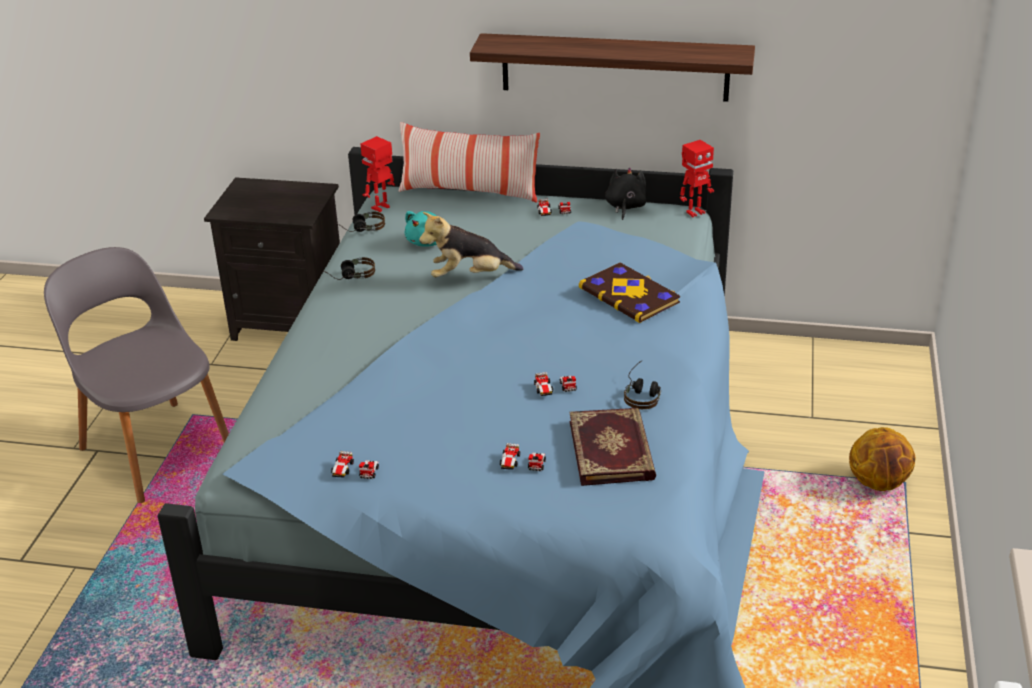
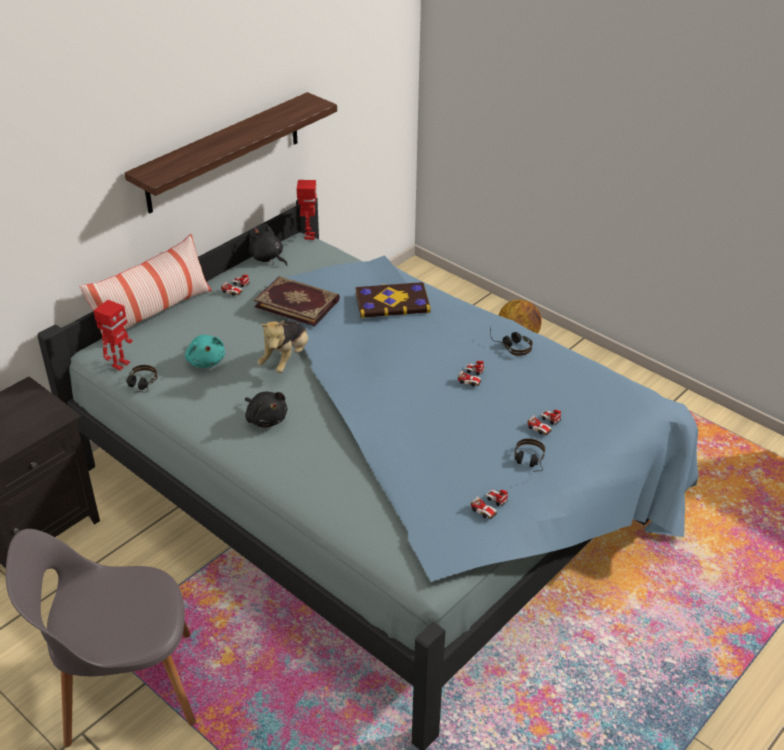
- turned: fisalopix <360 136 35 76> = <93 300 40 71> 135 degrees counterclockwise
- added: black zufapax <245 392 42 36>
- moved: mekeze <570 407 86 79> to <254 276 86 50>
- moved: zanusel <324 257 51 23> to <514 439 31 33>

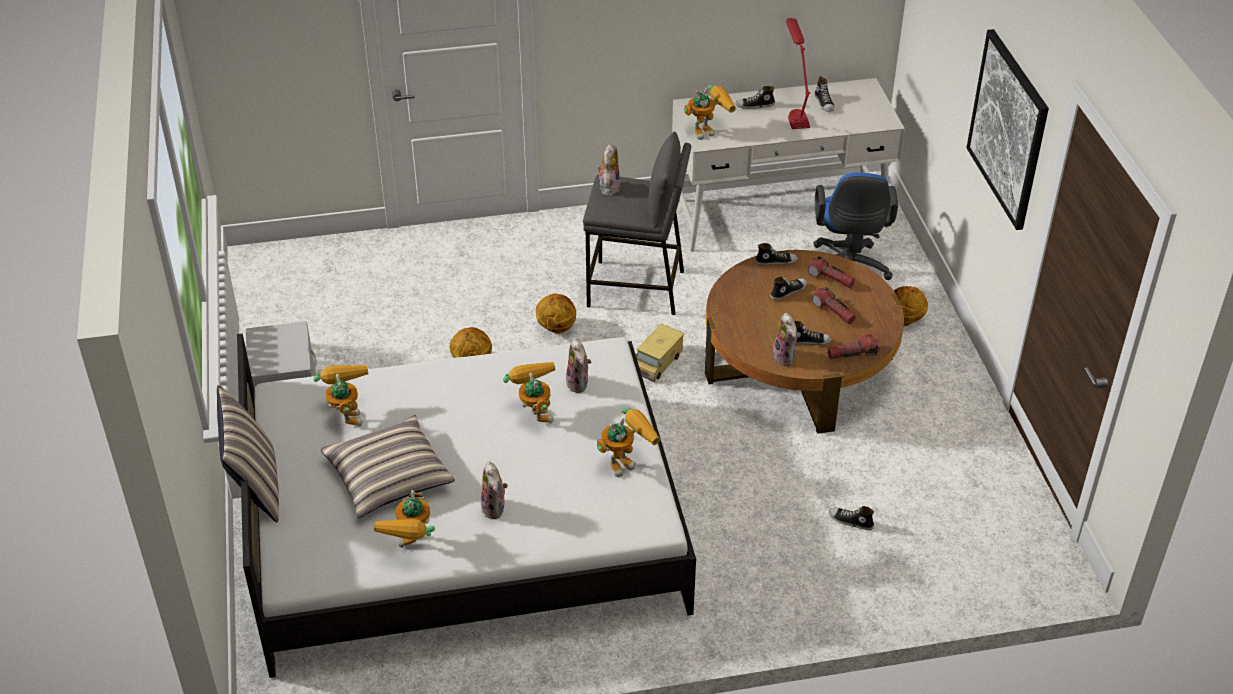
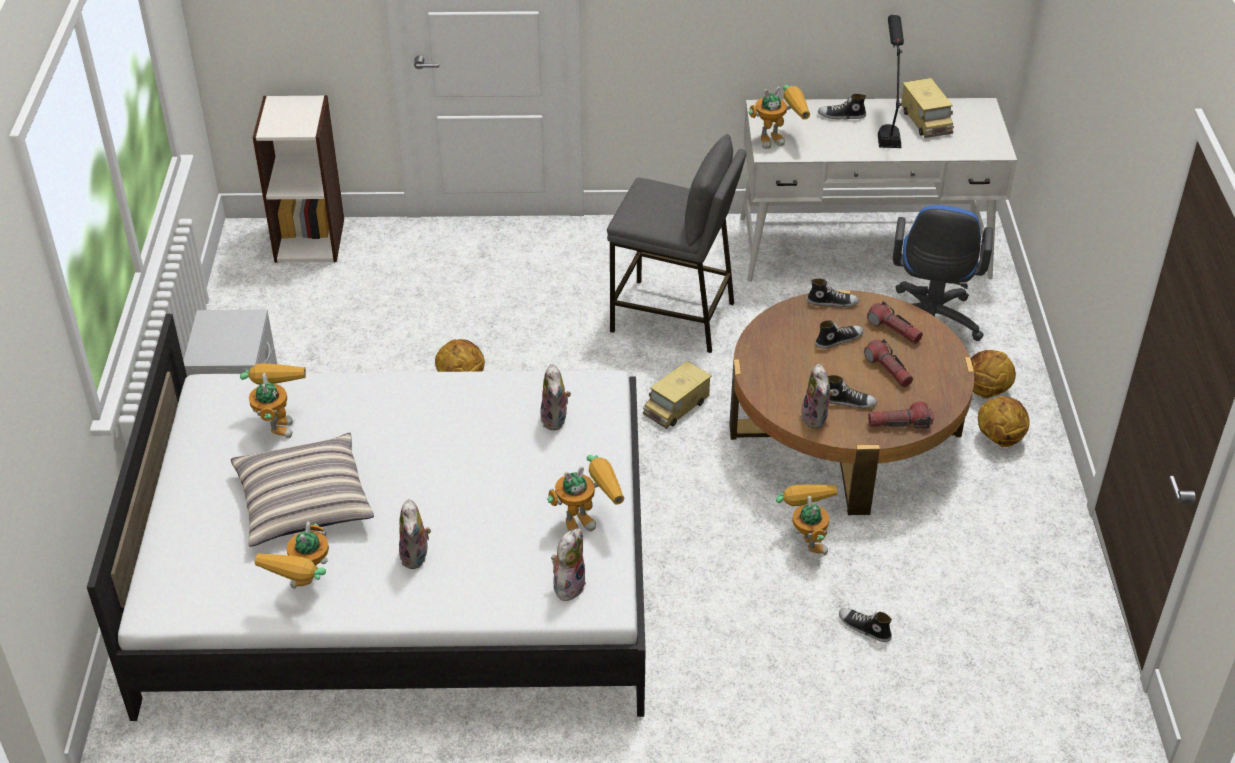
- added: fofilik <253 95 91 168>
- moved: zufapax <597 144 23 52> to <551 529 35 72>
- moved: fisalopix <503 362 52 61> to <776 485 61 70>
- recoloured: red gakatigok <786 18 24 111> to black gakatigok <878 15 26 133>
- replaced: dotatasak <815 76 19 36> to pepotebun <901 78 53 60>
- moved: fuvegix <536 294 40 40> to <978 396 51 51>
- removed: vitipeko <217 385 62 137>
- removed: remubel <966 29 83 201>

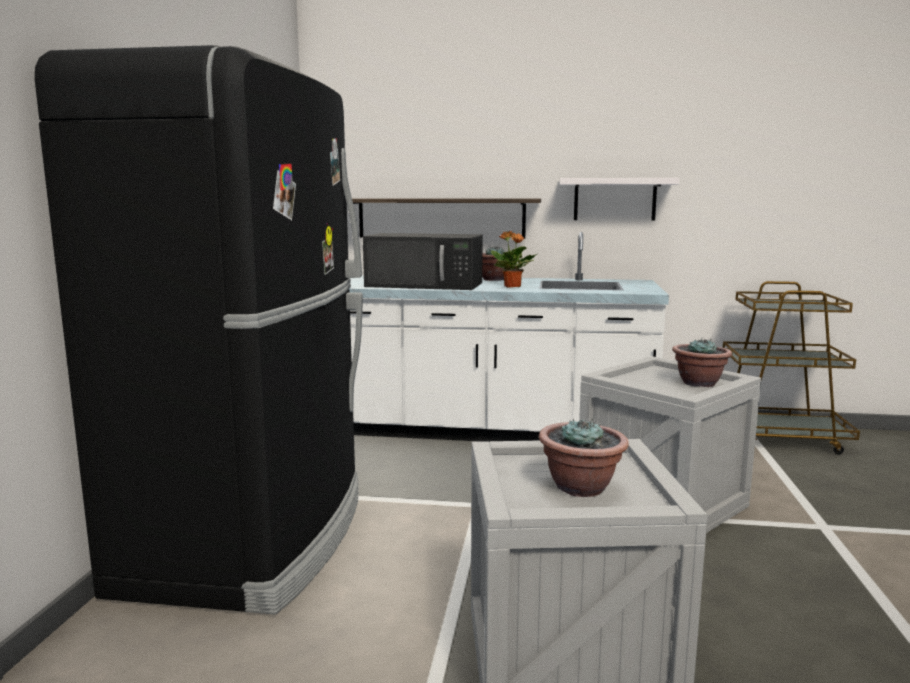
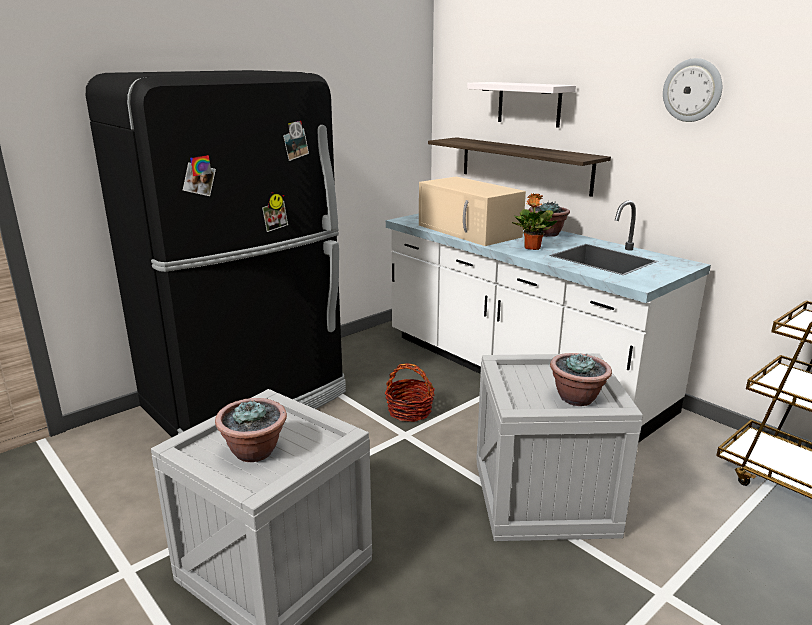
- added: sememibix <385 363 50 59>
- recoloured: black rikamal <363 233 120 57> to beige rikamal <419 177 107 69>
- moved: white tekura <560 178 120 43> to <467 82 109 46>
- added: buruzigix <663 58 59 64>

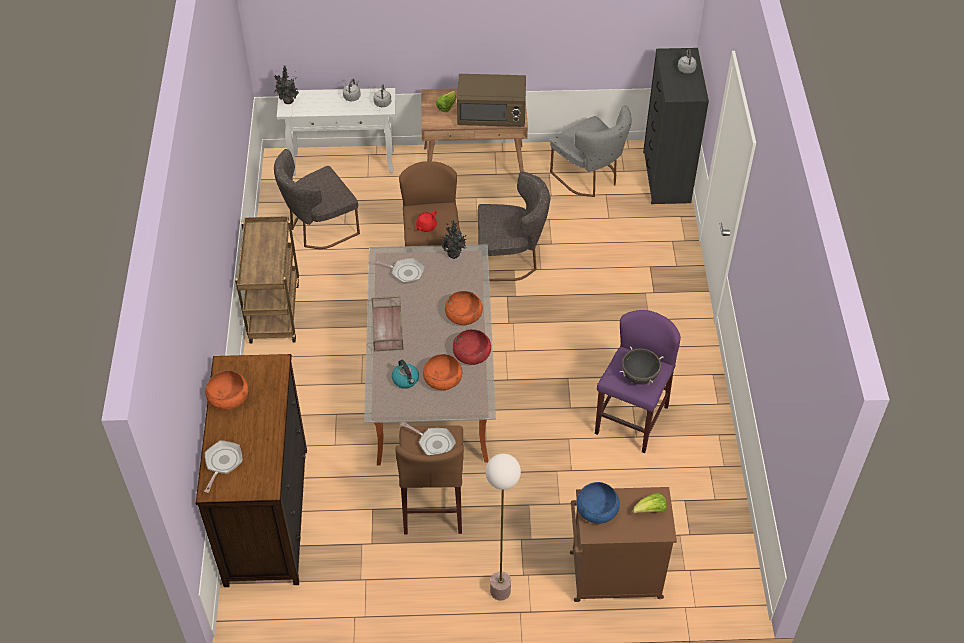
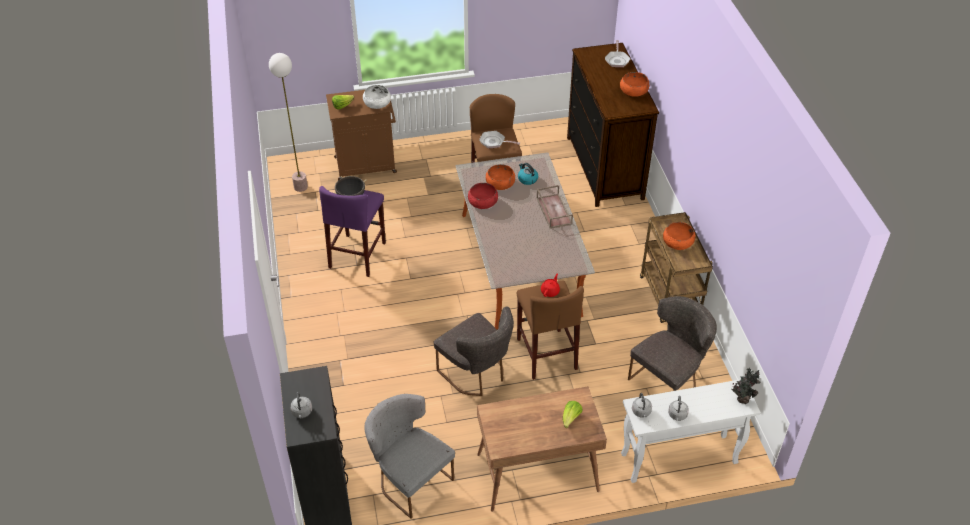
- moved: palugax <486 454 35 147> to <269 53 39 139>
- recoloured: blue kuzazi <576 482 44 42> to white kuzazi <363 85 28 24>
- turned: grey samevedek <478 171 73 110> = <433 307 81 89> 120 degrees counterclockwise
- moved: orange kuzazi <445 291 38 34> to <663 222 32 28>
- removed: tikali <372 258 52 26>
- removed: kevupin <441 219 25 40>
- removed: brown rikamal <457 74 69 53>

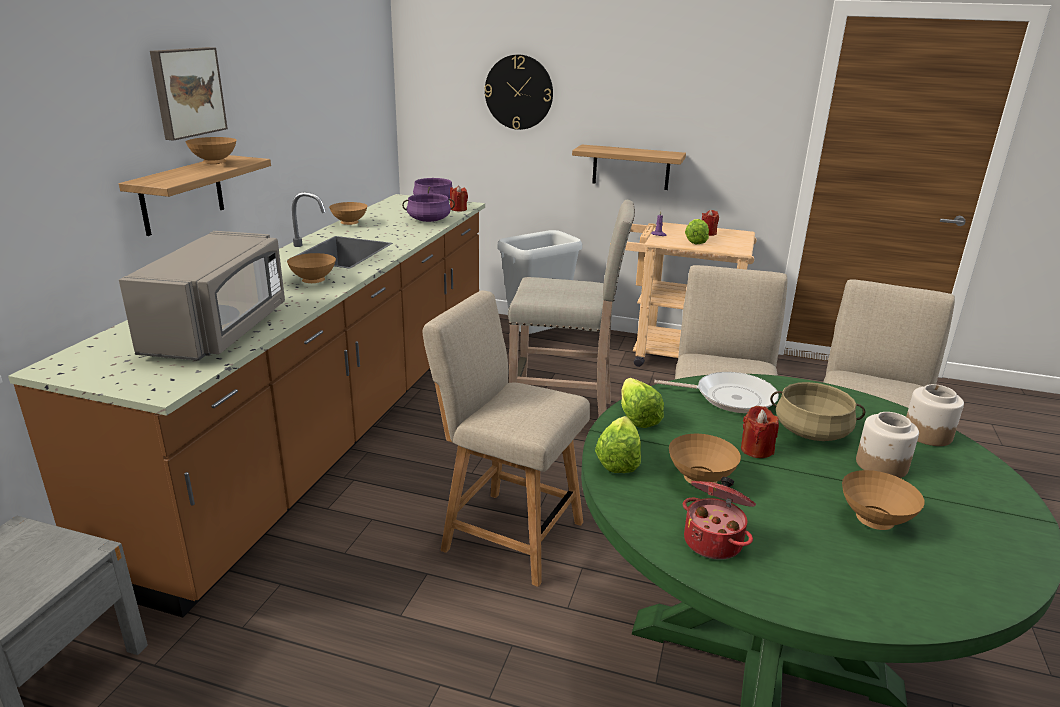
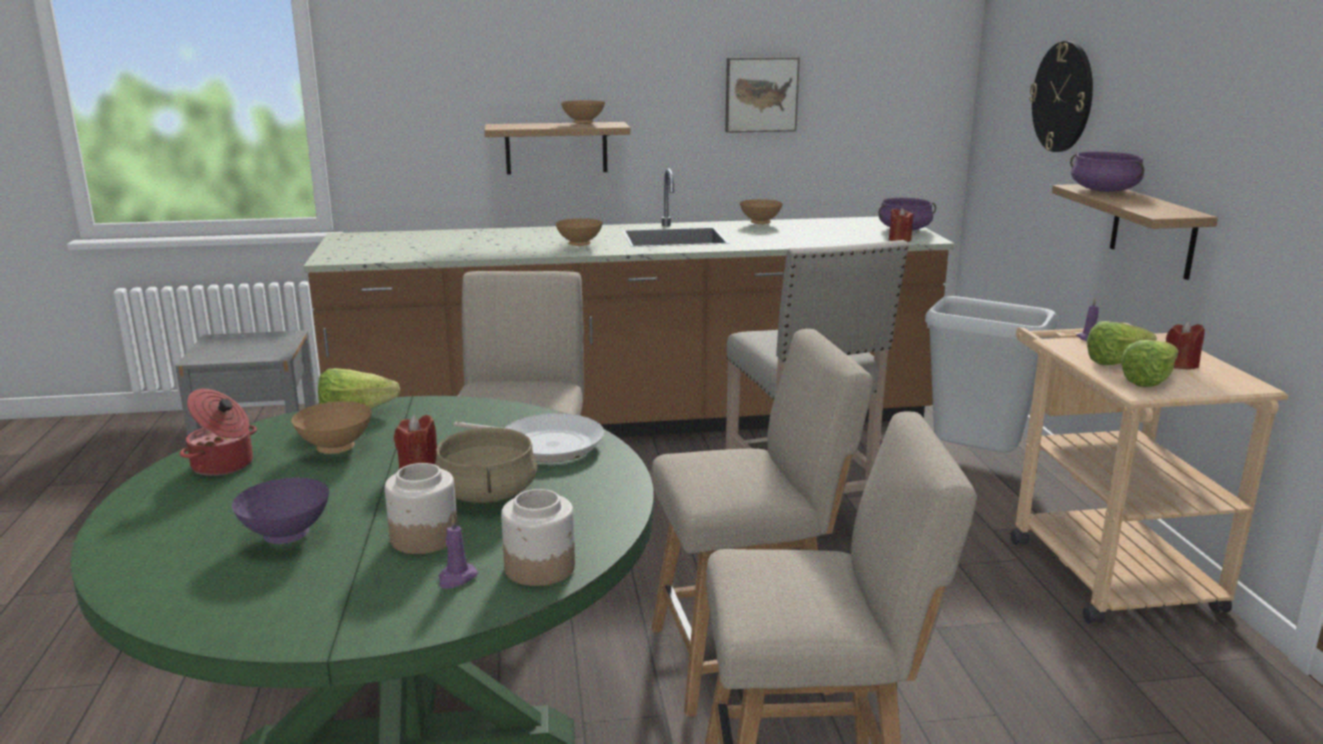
- recoloured: brown kuzazi <842 470 83 60> to purple kuzazi <232 478 97 66>
- added: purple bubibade <439 516 39 73>
- turned: tikali <654 372 125 41> = <453 413 151 49> 60 degrees counterclockwise
- moved: remubel <150 47 78 94> to <725 57 75 76>
- moved: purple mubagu <402 193 53 29> to <1070 152 74 40>
- moved: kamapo <621 378 43 50> to <1120 340 59 47>
- removed: grey rikamal <119 231 166 130>

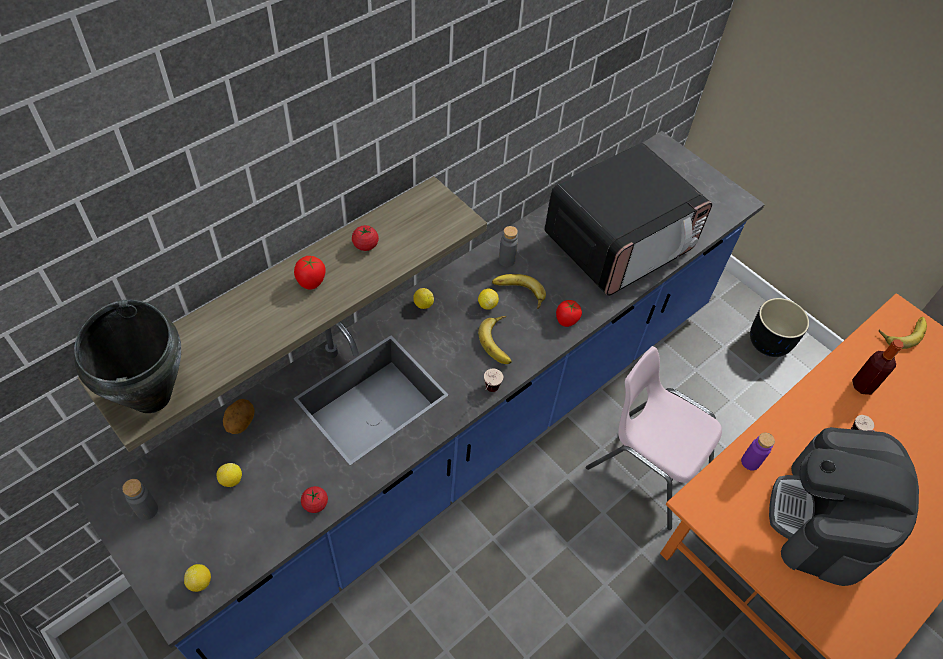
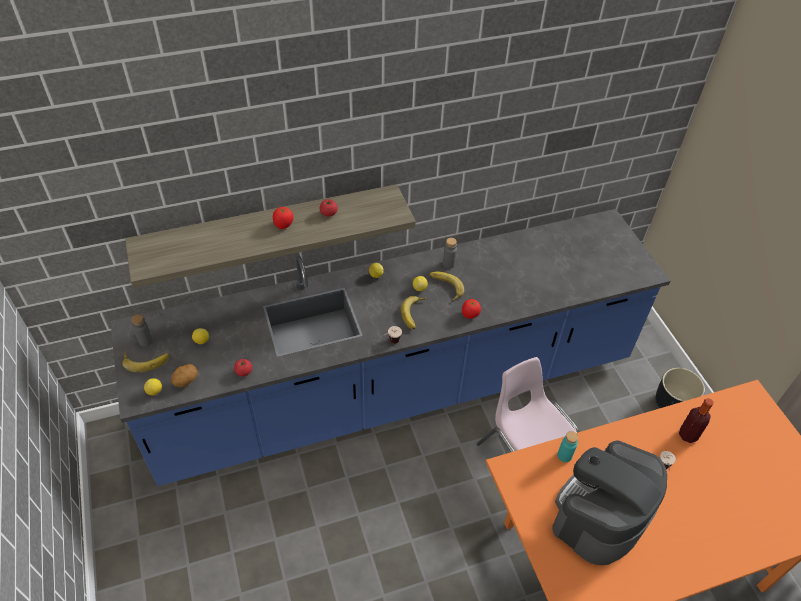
- moved: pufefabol <879 317 48 32> to <122 351 47 21>
- moved: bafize <223 399 31 35> to <171 364 27 24>
- recoloured: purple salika <741 433 34 38> to turquoise salika <557 431 21 31>
- removed: black mubagu <74 299 107 114>
- removed: rikamal <544 143 168 153>

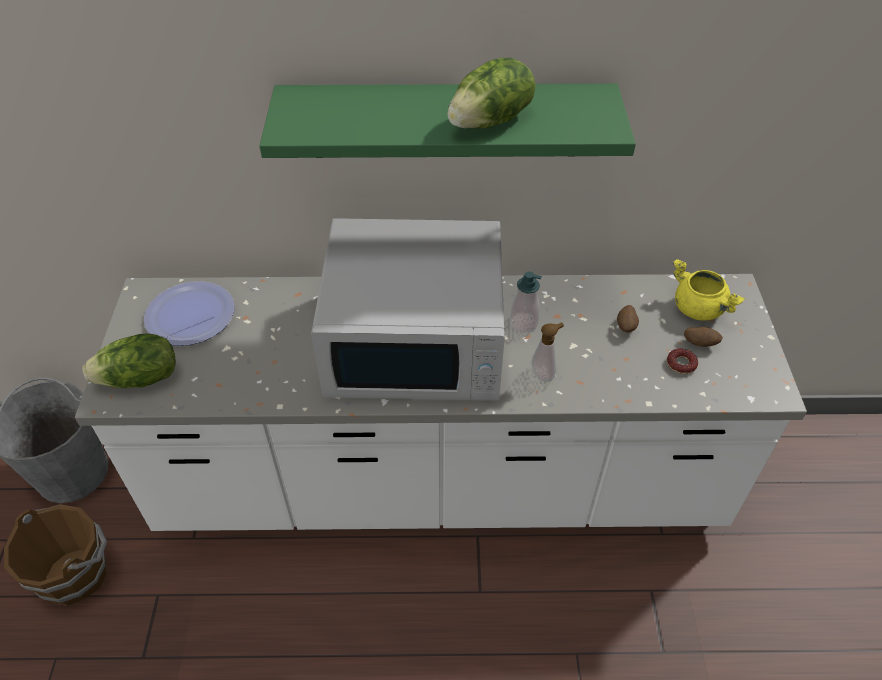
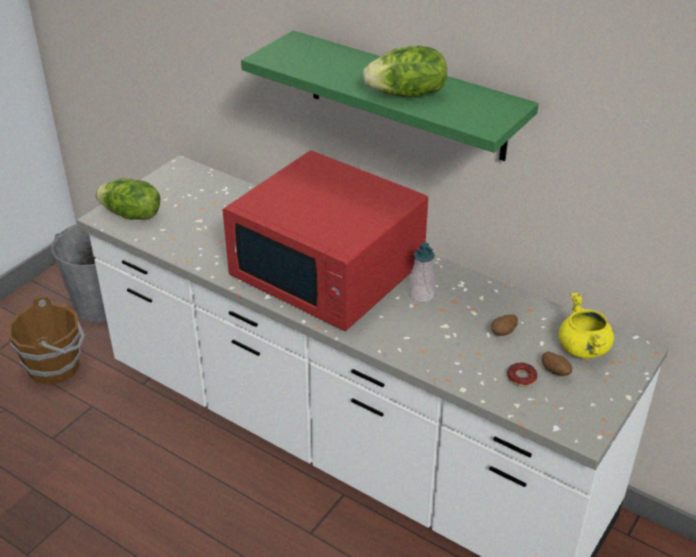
- recoloured: white rikamal <311 218 194 183> to red rikamal <223 150 205 181>
- removed: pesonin <144 281 91 65>
- removed: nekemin <531 323 33 59>

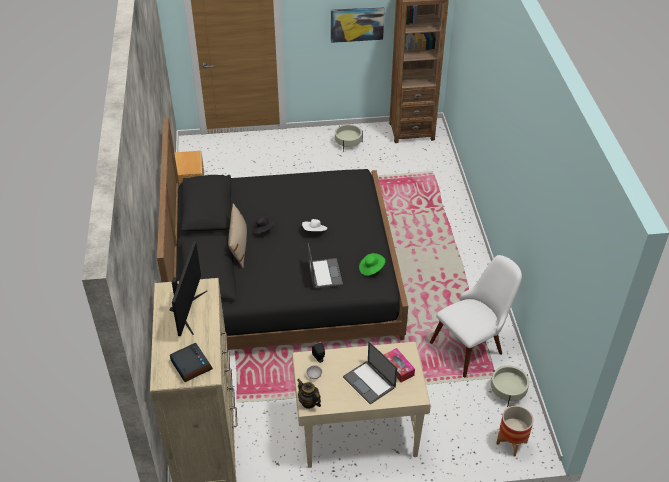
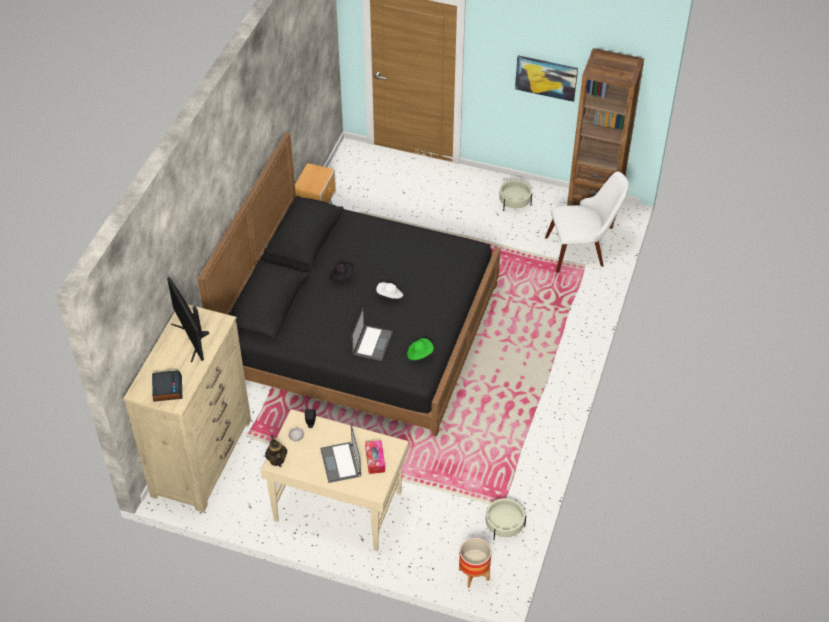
- turned: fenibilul <169 241 39 95> = <167 277 43 85> 120 degrees clockwise
- moved: white samevedek <430 255 92 123> to <545 171 84 102>
- removed: beige vitipeko <228 203 19 65>

